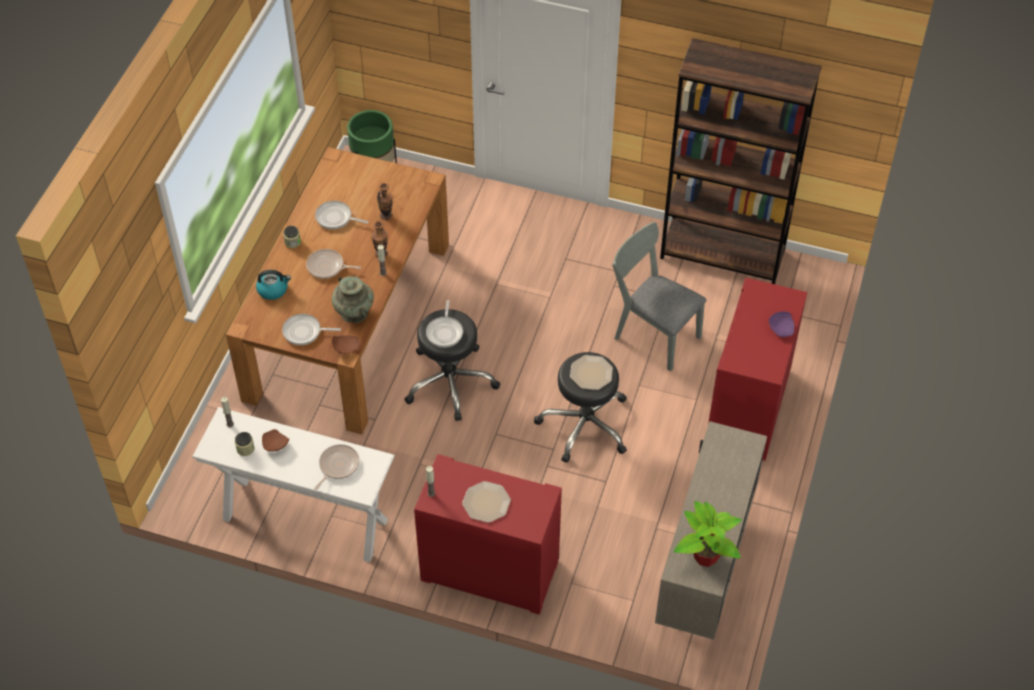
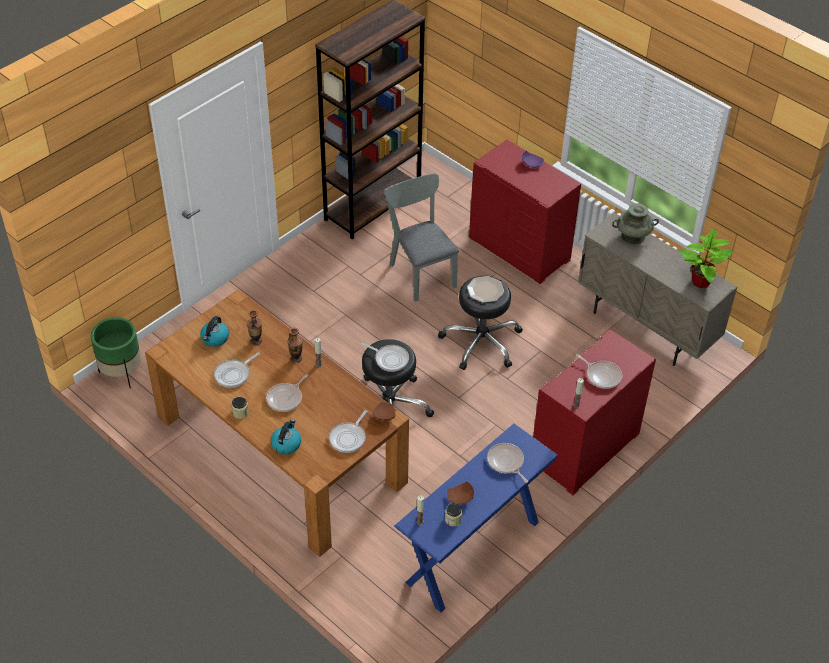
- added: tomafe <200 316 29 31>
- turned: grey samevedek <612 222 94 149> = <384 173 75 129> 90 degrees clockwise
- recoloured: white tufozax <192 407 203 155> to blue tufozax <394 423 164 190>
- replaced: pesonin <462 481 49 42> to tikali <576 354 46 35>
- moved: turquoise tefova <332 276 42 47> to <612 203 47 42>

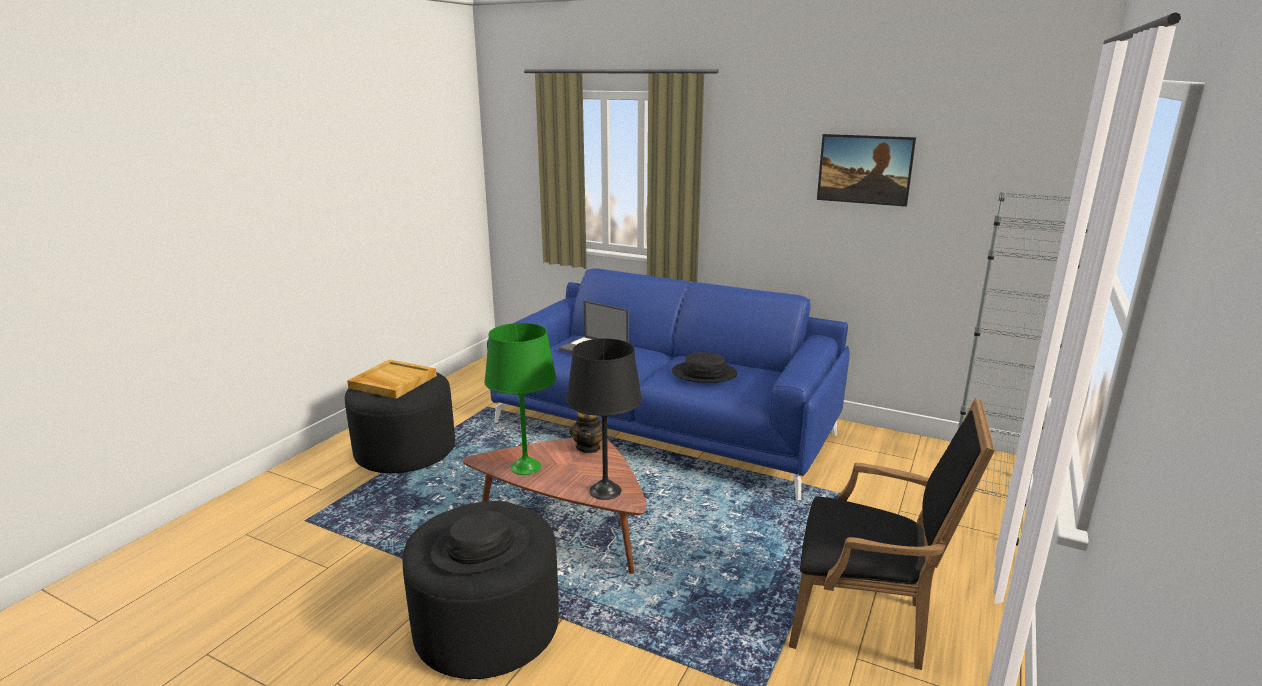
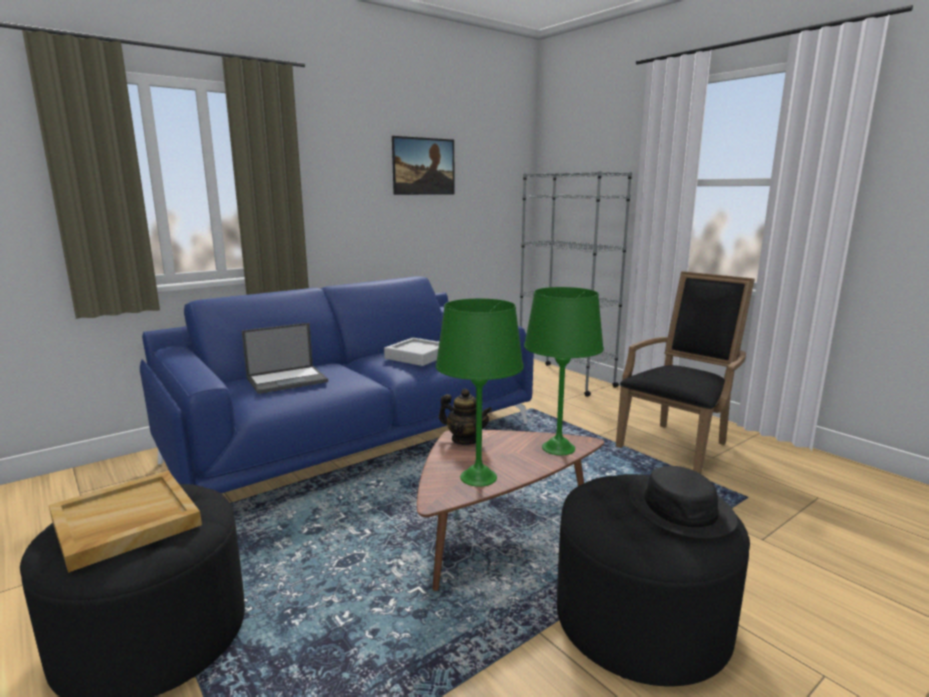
- replaced: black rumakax <672 352 65 31> to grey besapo <384 338 55 28>
- recoloured: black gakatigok <566 339 76 161> to green gakatigok <524 287 80 168>

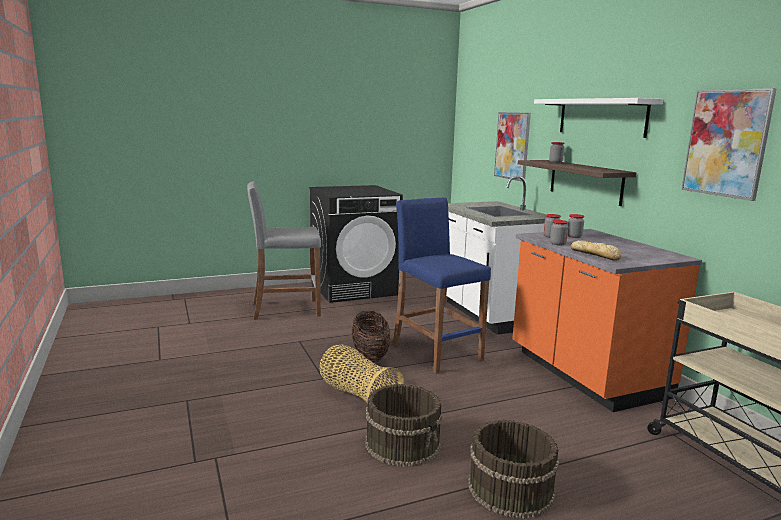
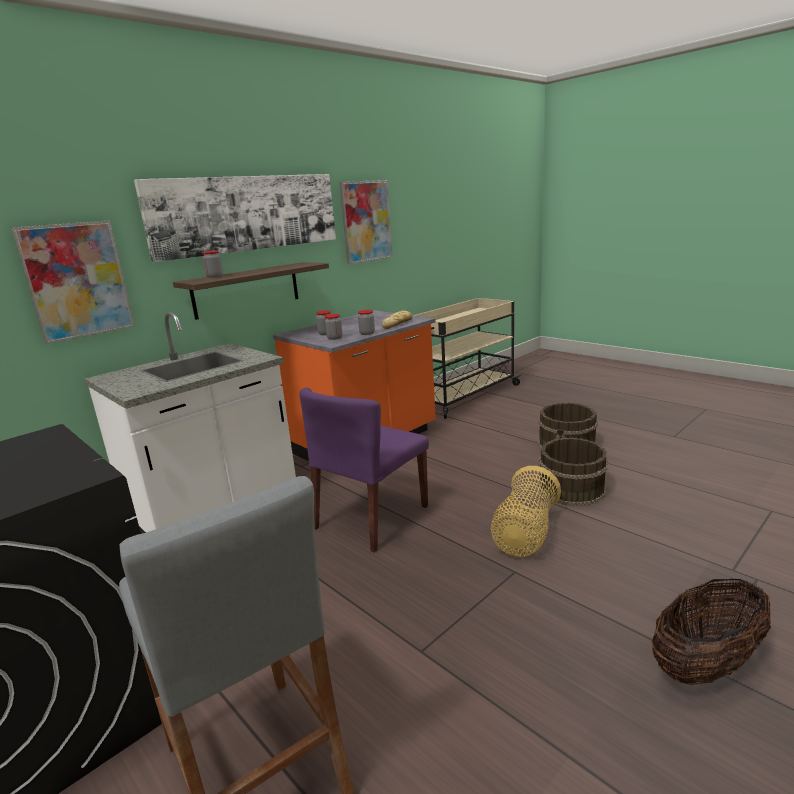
- replaced: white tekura <534 98 129 40> to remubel <134 174 202 88>
- replaced: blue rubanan <393 197 98 177> to purple samevedek <299 388 130 165>
- moved: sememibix <352 311 38 51> to <652 578 119 107>

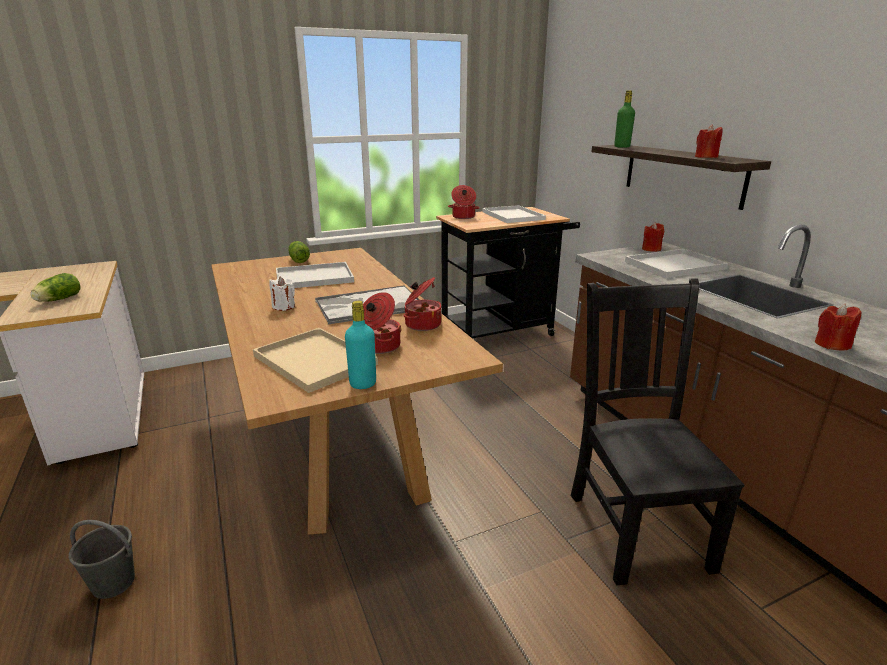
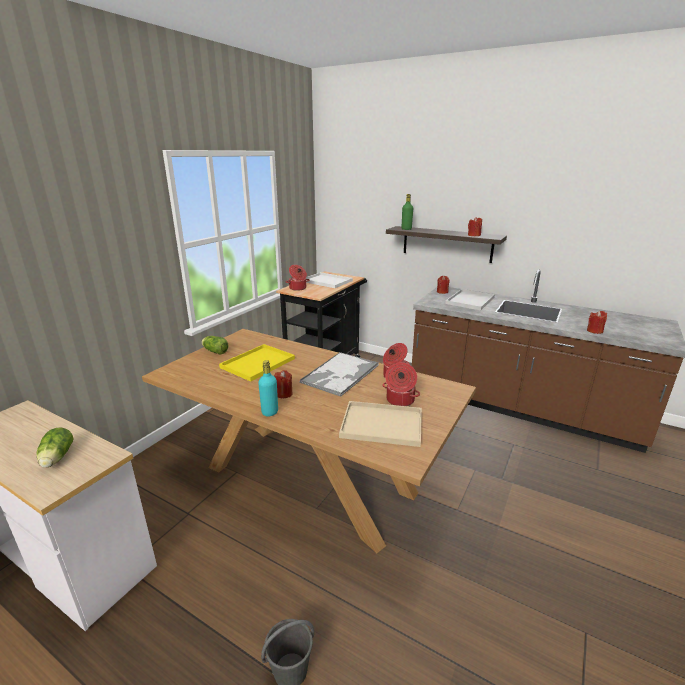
- recoloured: white besapo <276 262 78 26> to yellow besapo <219 344 76 38>
- moved: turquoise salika <345 301 31 88> to <258 360 20 56>
- recoloured: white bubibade <269 277 26 34> to red bubibade <274 370 19 28>
- removed: black samevedek <571 278 173 308>

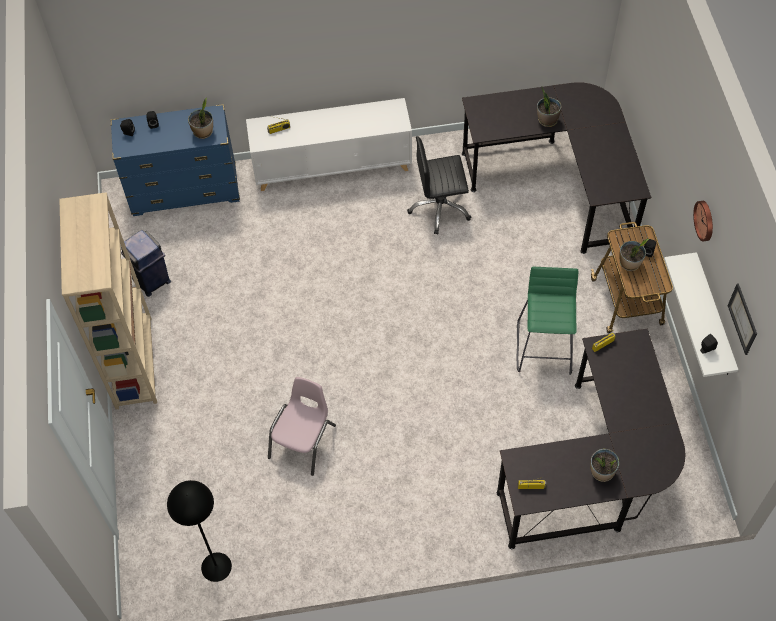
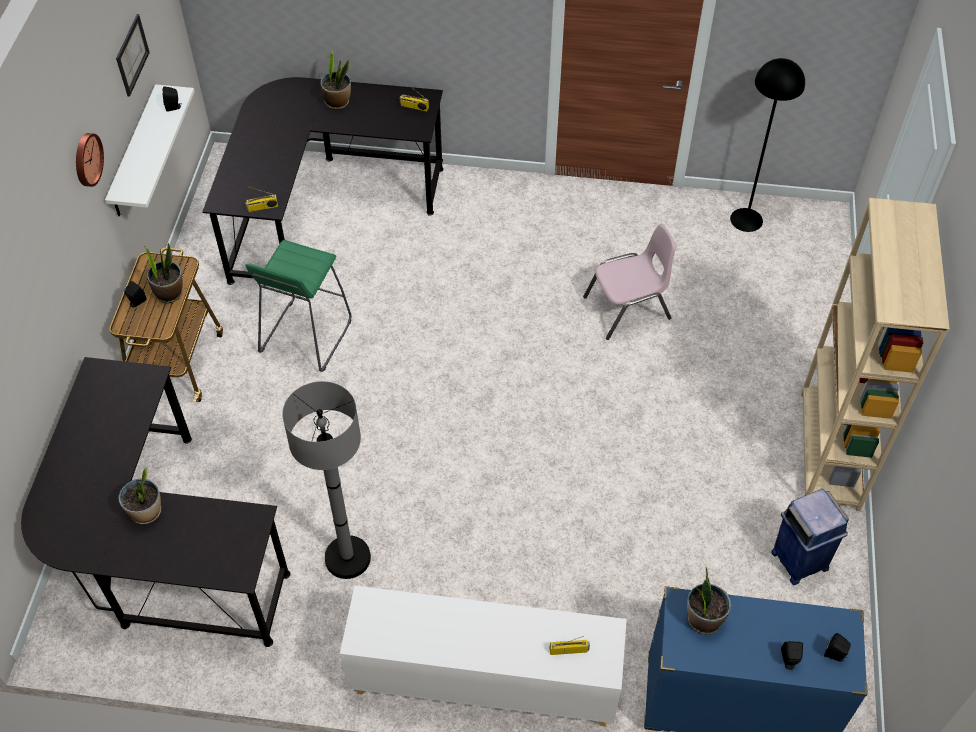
- replaced: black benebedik <407 136 64 98> to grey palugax <282 381 89 198>
- turned: pink samevedek <268 377 68 99> = <583 224 93 116> 150 degrees counterclockwise

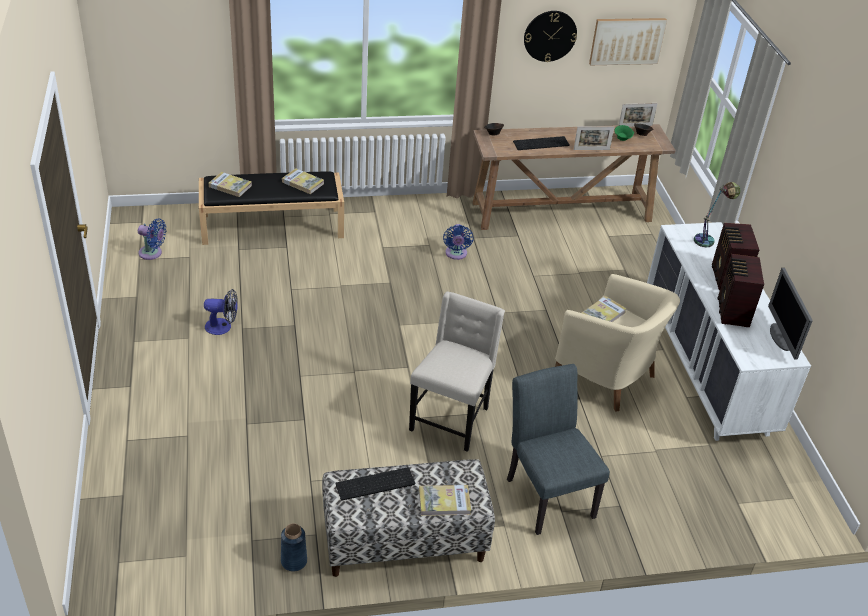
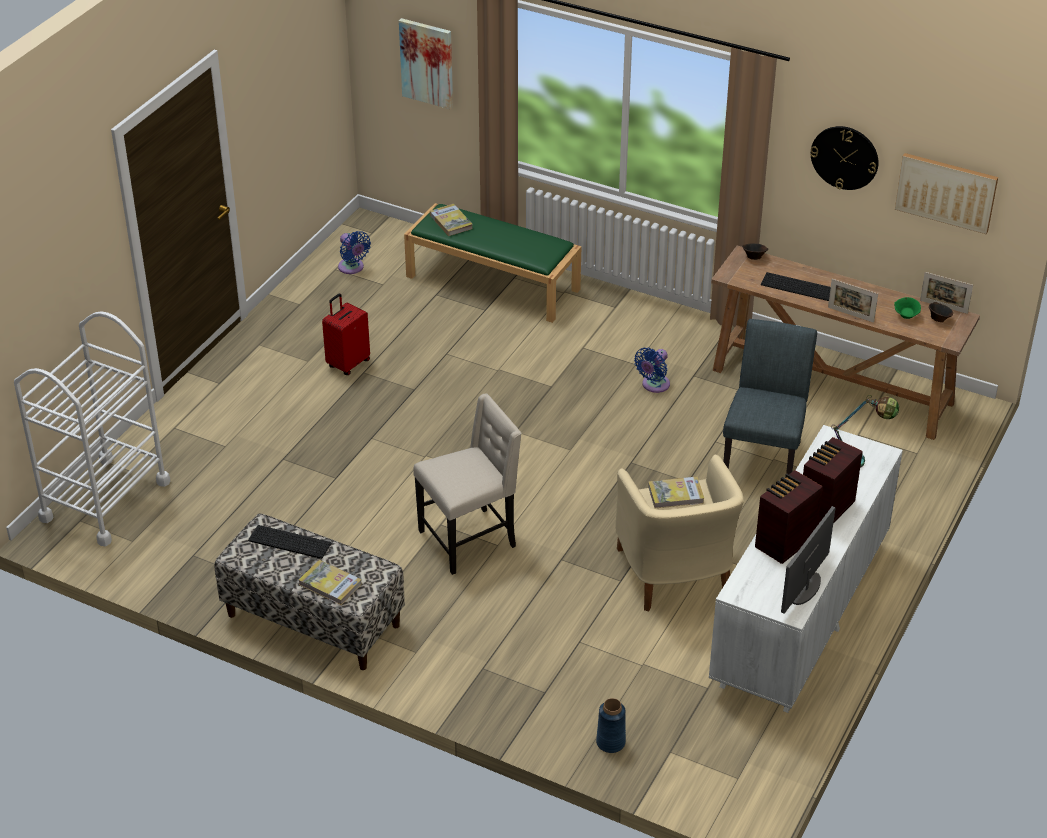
- added: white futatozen <14 311 156 235>
- replaced: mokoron <204 289 34 46> to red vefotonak <322 294 48 81>
- added: remubel <399 18 54 91>
- recoloured: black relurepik <199 171 145 74> to green relurepik <404 203 177 120>
- moved: blue tefova <281 523 26 49> to <596 698 30 55>
- moved: grey samevedek <507 364 103 171> to <723 319 94 155>
- removed: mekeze <282 168 42 26>

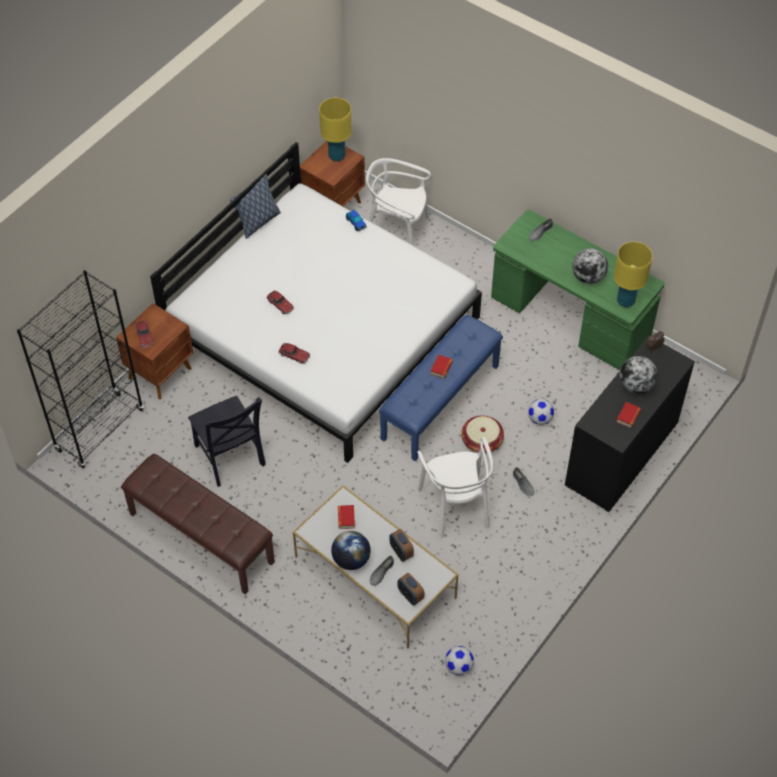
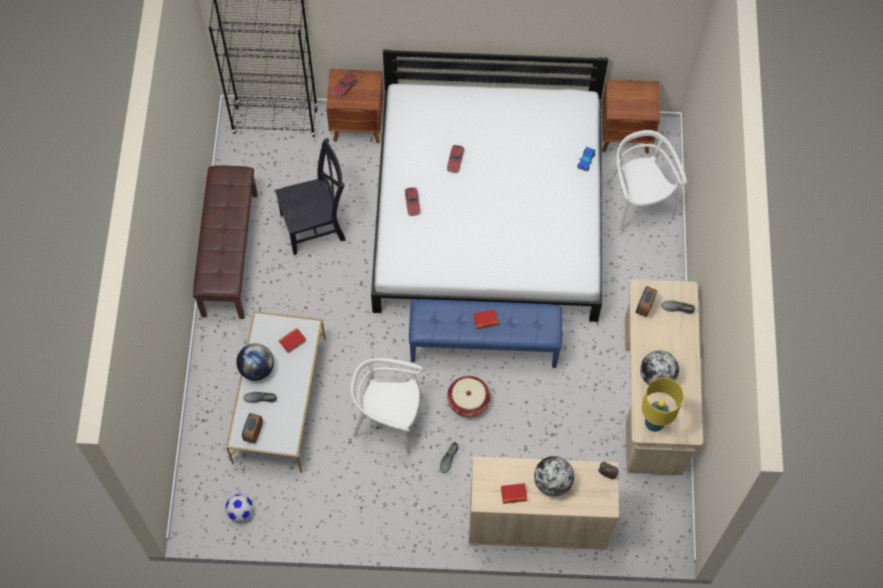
- turned: black samevedek <188 396 78 91> = <275 138 70 117> 135 degrees counterclockwise
- turned: white samevedek <417 437 76 102> = <351 358 72 96> 60 degrees clockwise
- recoloured: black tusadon <565 336 130 176> to beige tusadon <469 457 150 93>
- recoloured: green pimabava <491 210 173 160> to beige pimabava <625 279 78 196>
- moved: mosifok <390 529 24 33> to <636 286 21 31>
- removed: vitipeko <230 174 51 65>
- removed: yellow gakatigok <319 98 32 63>
- removed: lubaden <528 399 26 26>

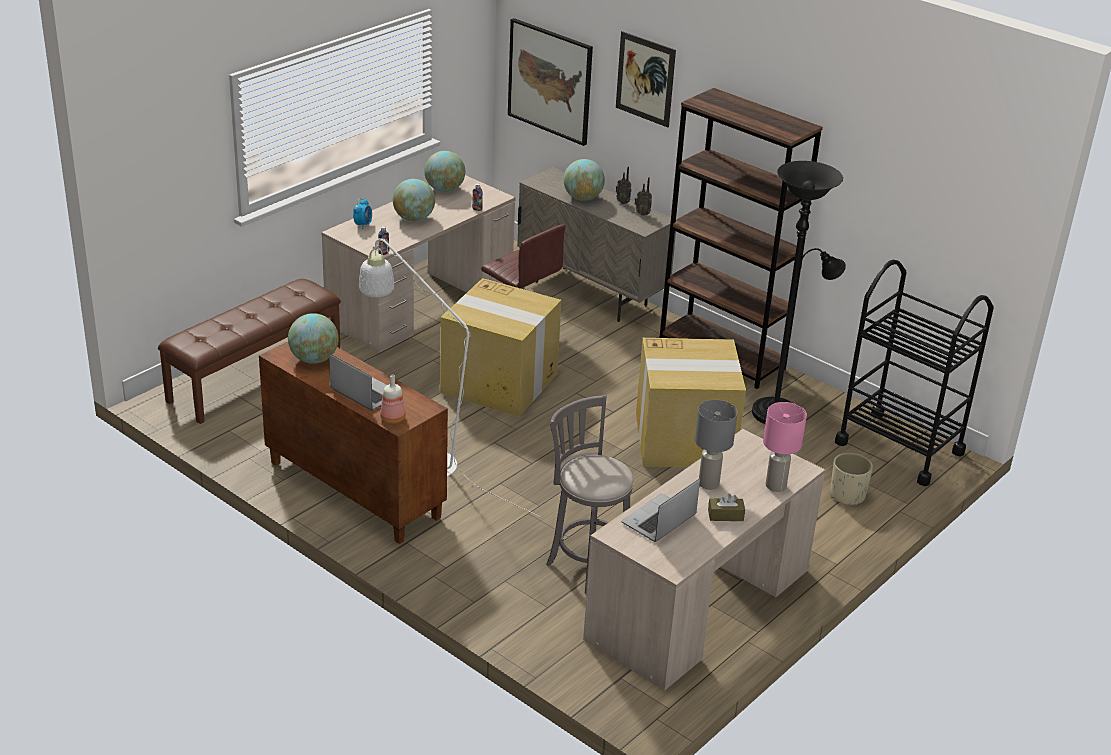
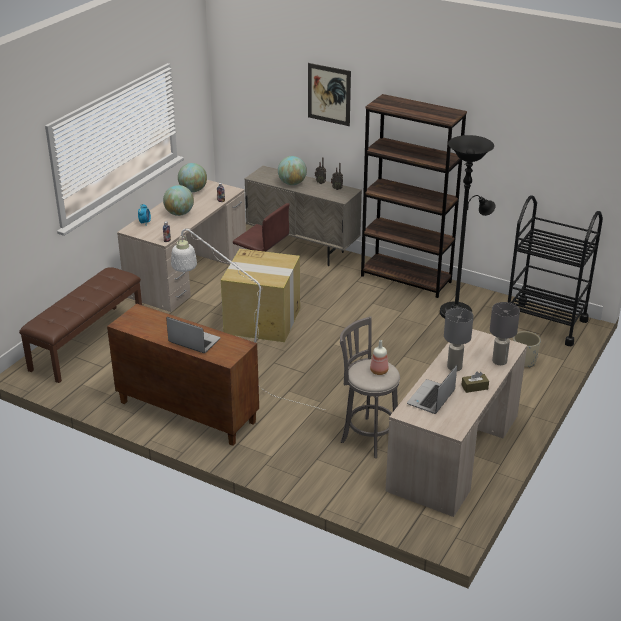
- moved: salika <380 375 26 49> to <370 340 19 35>
- recoloured: pink gakatigok <763 402 44 90> to grey gakatigok <490 302 30 63>
- removed: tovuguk <288 313 51 51>
- removed: remubel <508 18 85 128>
- removed: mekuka <636 338 110 129>

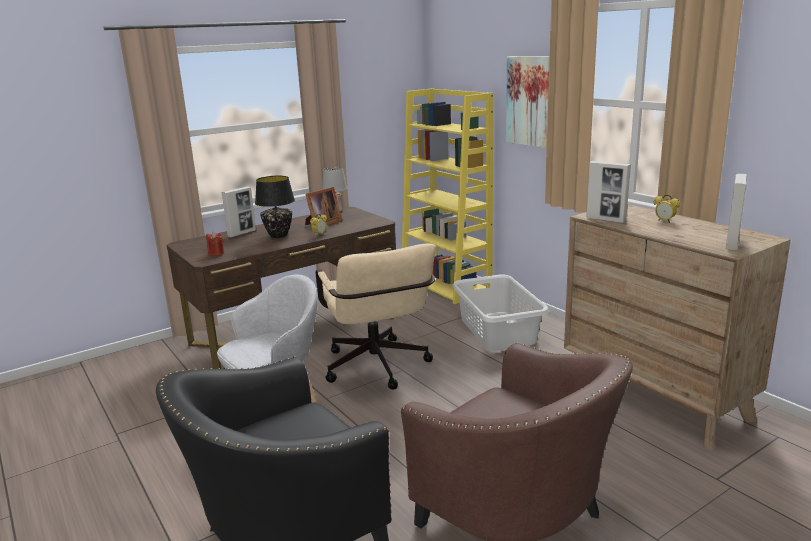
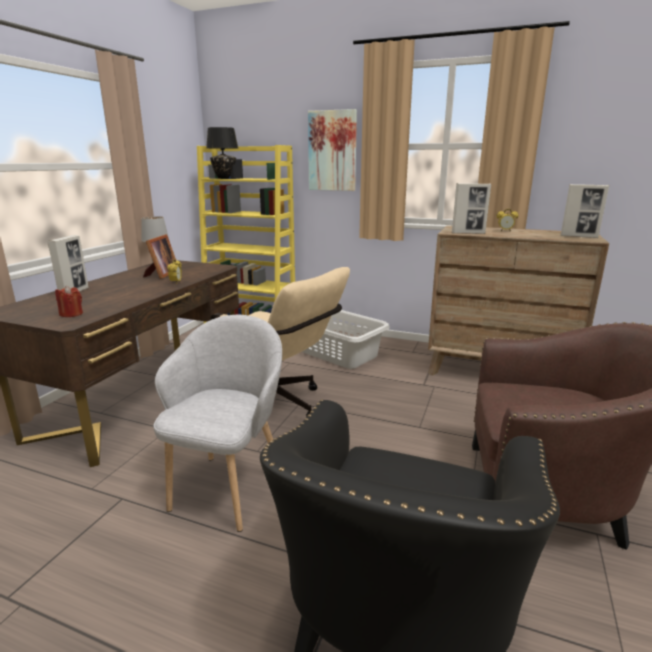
- moved: black gakatigok <255 176 40 62> to <206 127 32 52>
- turned: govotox <726 174 21 76> = <561 184 48 54> 60 degrees counterclockwise

